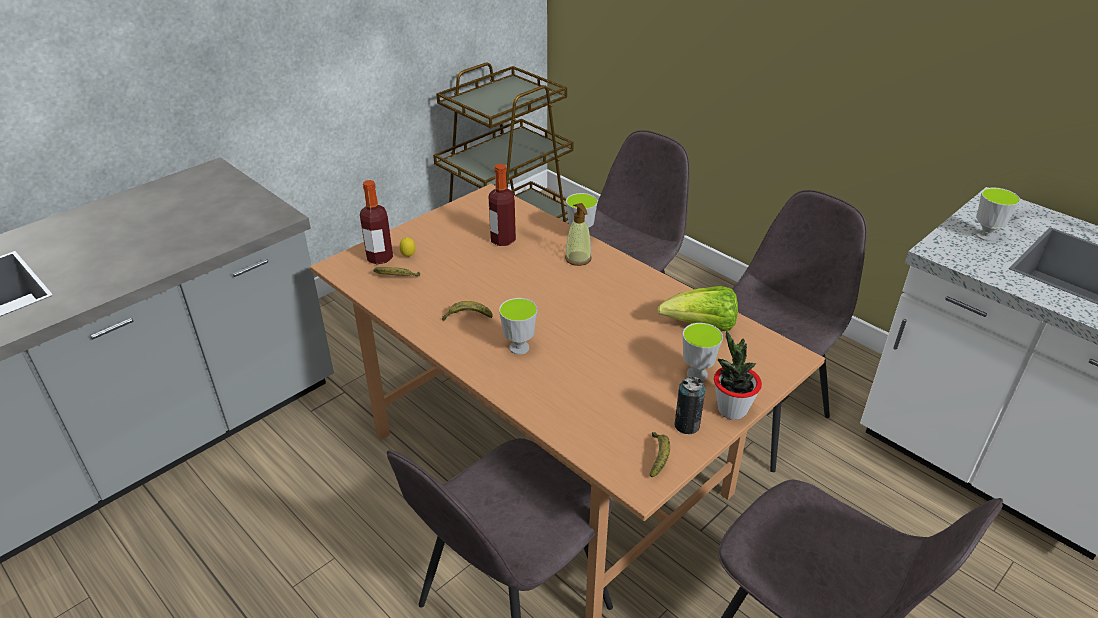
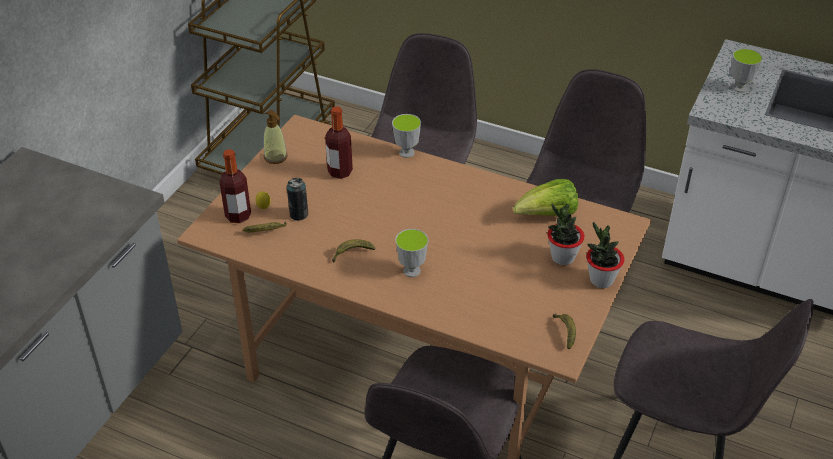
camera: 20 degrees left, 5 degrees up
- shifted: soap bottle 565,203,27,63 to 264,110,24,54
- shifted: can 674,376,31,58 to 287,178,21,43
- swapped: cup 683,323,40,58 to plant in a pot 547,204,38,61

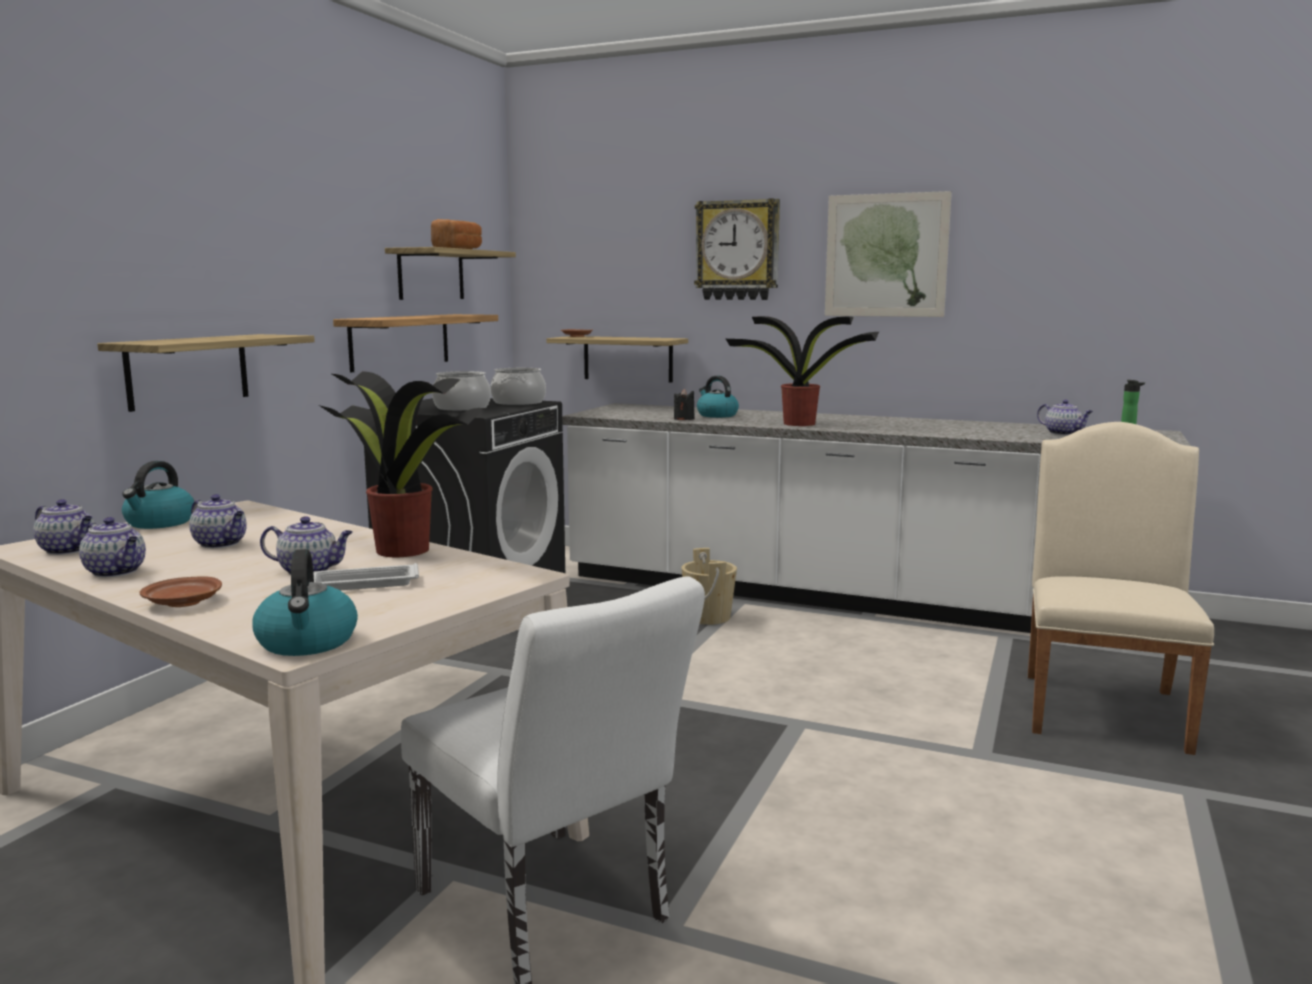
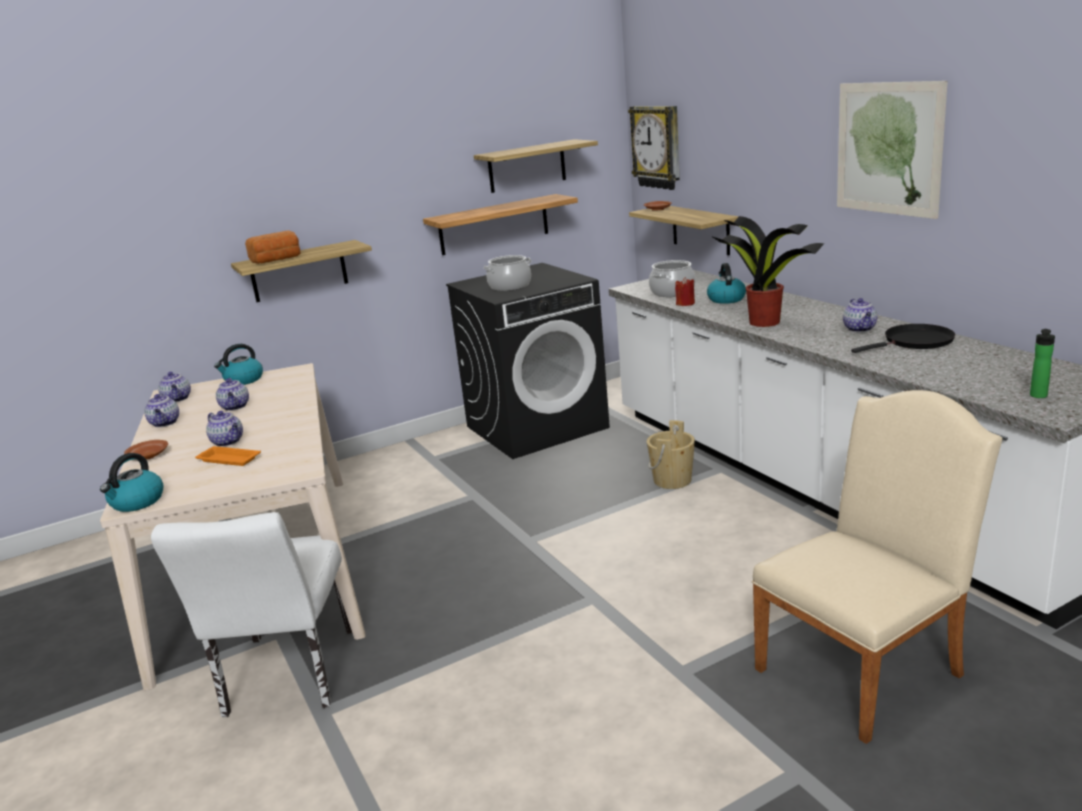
camera: 40 degrees right, 10 degrees up
- gone: plant in a pot 319,371,165,186
- new: black pan 851,324,104,29
- shifted: bread 431,219,51,30 to 245,230,55,34
- shifted: cooking pot 490,368,56,37 to 649,260,47,37
- shifted: wall clock 694,198,86,102 to 628,106,52,84
- shifted: tea pot 1037,400,56,35 to 843,298,34,34
- repainted: white-coloured tray 313,563,106,27 to orange-coloured tray 195,446,66,20
- repainted: black candle 674,389,21,31 to red-coloured candle 675,277,20,29

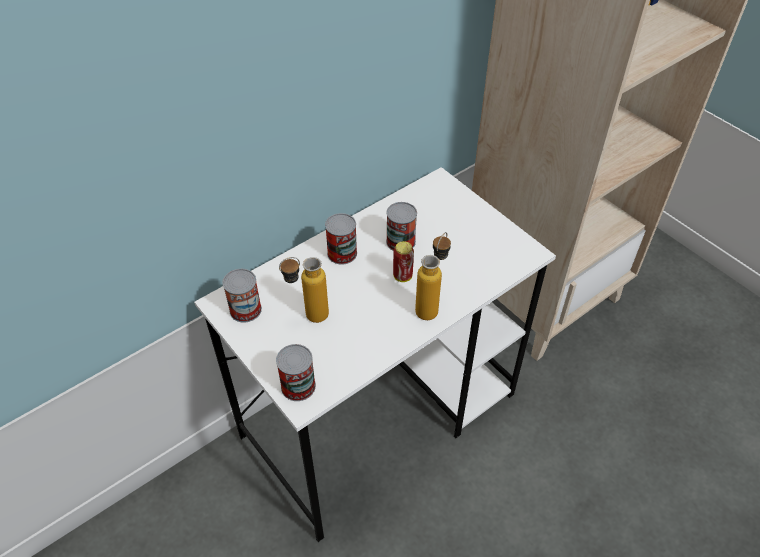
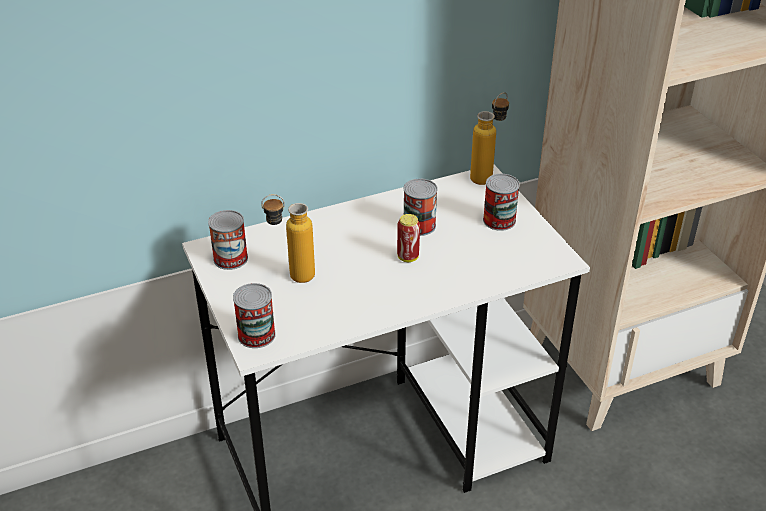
camera: 15 degrees right, 10 degrees down
- shifted: can 325,213,32,52 to 483,174,37,57
- shifted: bottle 415,232,36,88 to 470,92,39,93

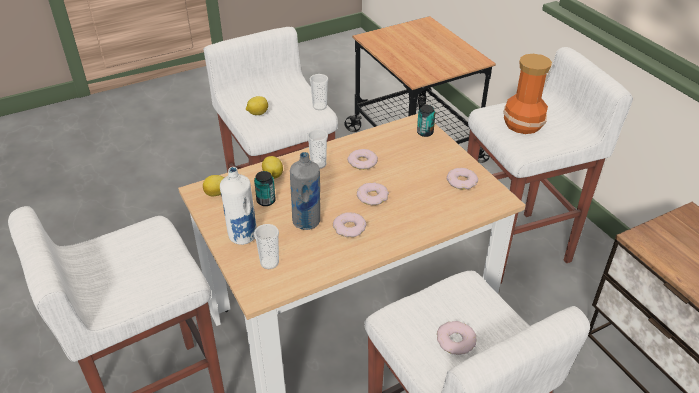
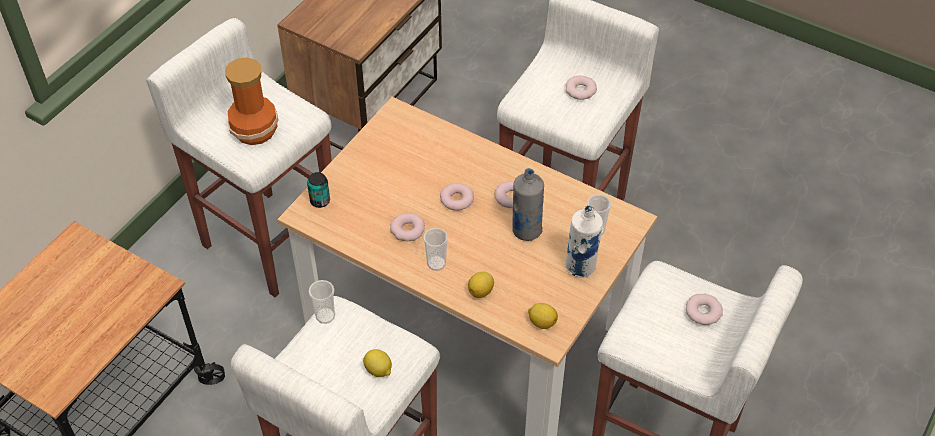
camera: 120 degrees left, 10 degrees up
- gone: can 254,171,22,35
- shifted: doughnut 447,168,31,22 to 686,293,37,32

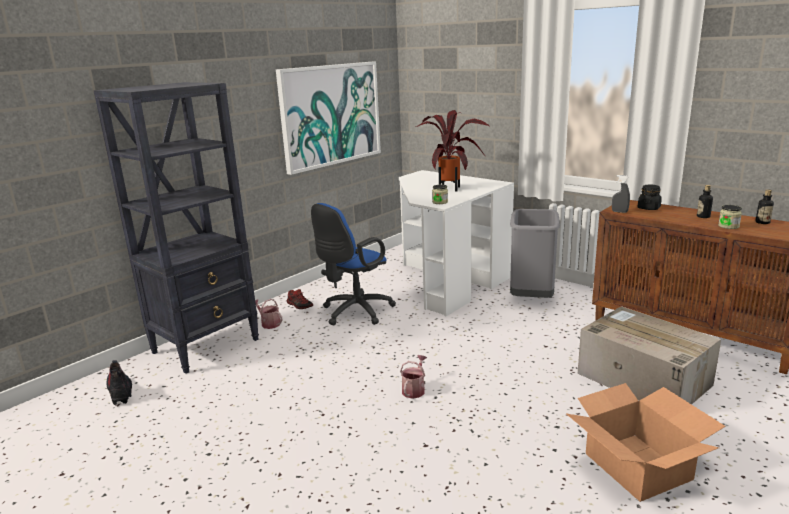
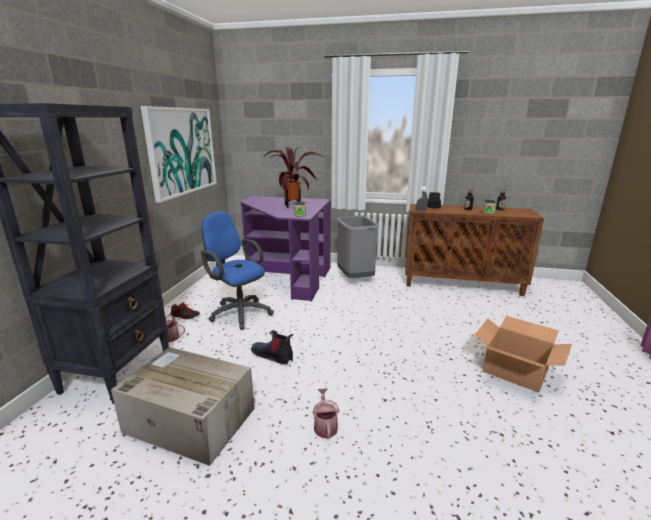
camera: 30 degrees left, 0 degrees up
- shifted: high-top boot 106,360,26,45 to 251,330,42,34
- shifted: watering can 400,355,27,44 to 312,388,27,51
- shifted: carton 578,306,143,99 to 111,347,143,119
- repainted: white-coloured desk table 399,170,115,146 to purple desk table 241,196,90,106
- rotated: blue desk chair 311,203,85,122 = 201,211,73,119 120 degrees clockwise

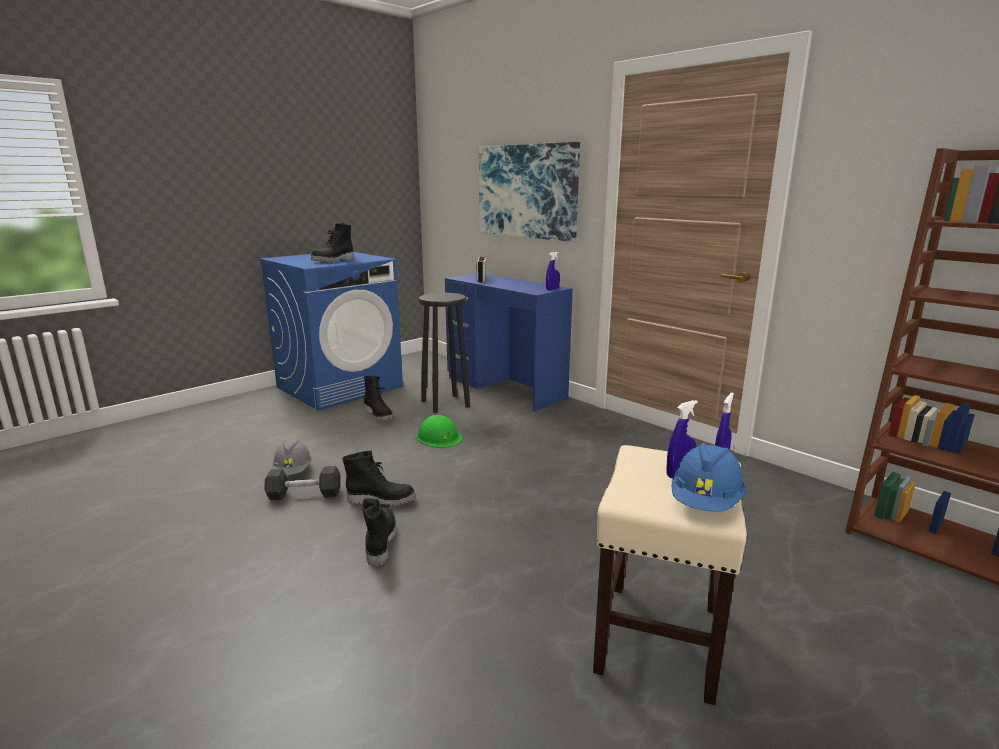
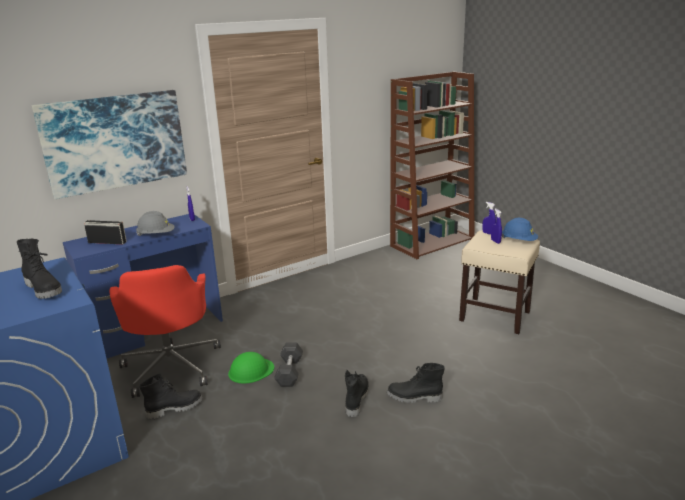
camera: 80 degrees left, 5 degrees up
- shifted: grey free weight 265,466,75,34 to 274,343,29,44
- shifted: grey hard hat 272,440,40,35 to 136,211,39,25
- swapped: black sitting stool 419,293,51,120 to red-coloured desk chair 109,265,112,133

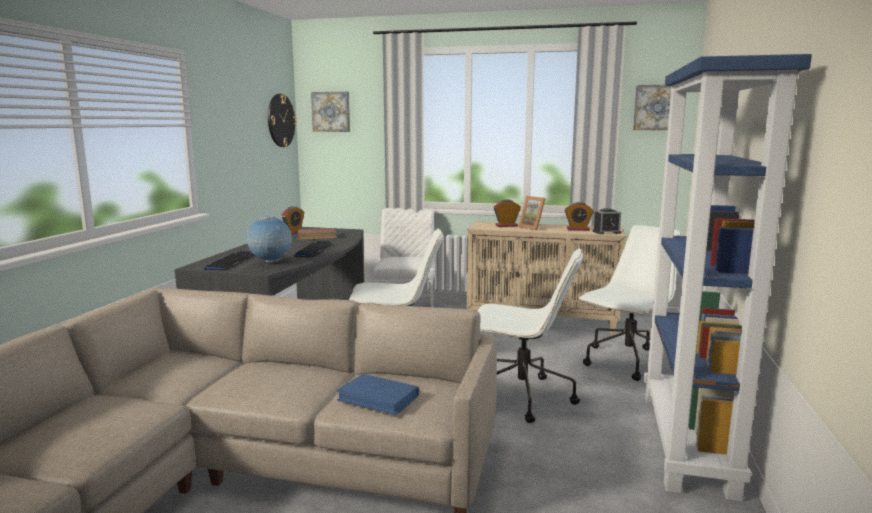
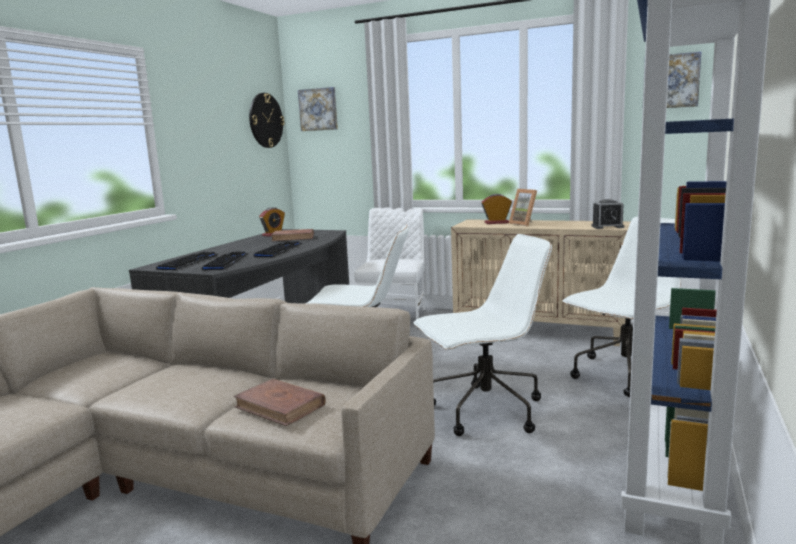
camera: 10 degrees right, 0 degrees up
- gone: alarm clock 565,202,29,29
- swapped: desk globe 247,216,46,47 to keyboard 202,251,46,19
- repainted: blue book 337,374,82,42 to brown-coloured book 233,379,93,47
- rotated: white-coloured desk chair 477,248,106,175 = 413,234,139,202 45 degrees counterclockwise

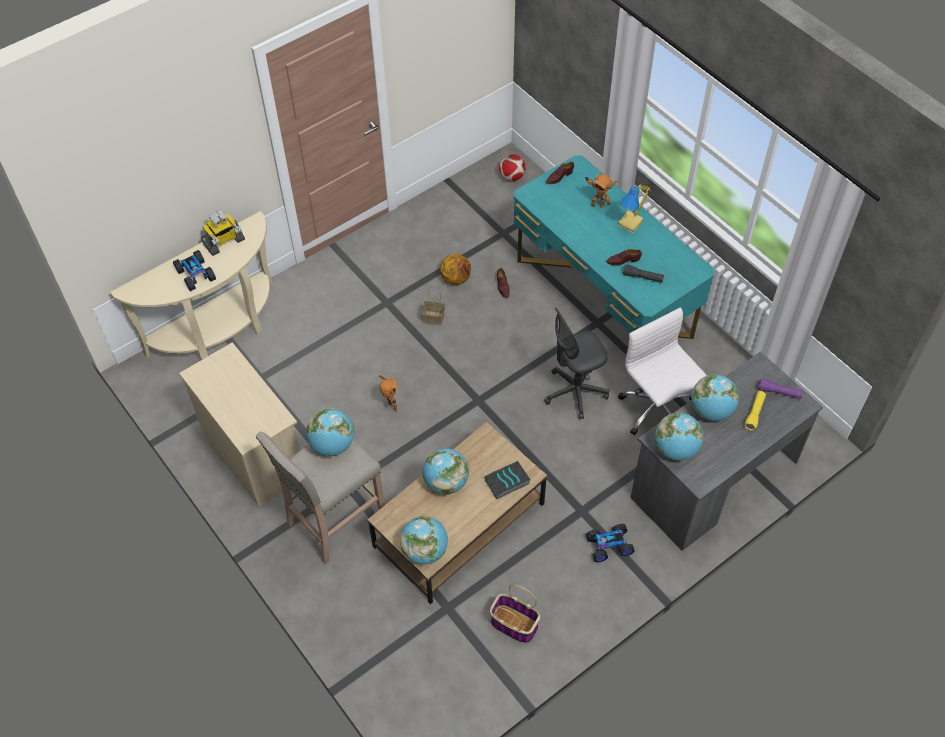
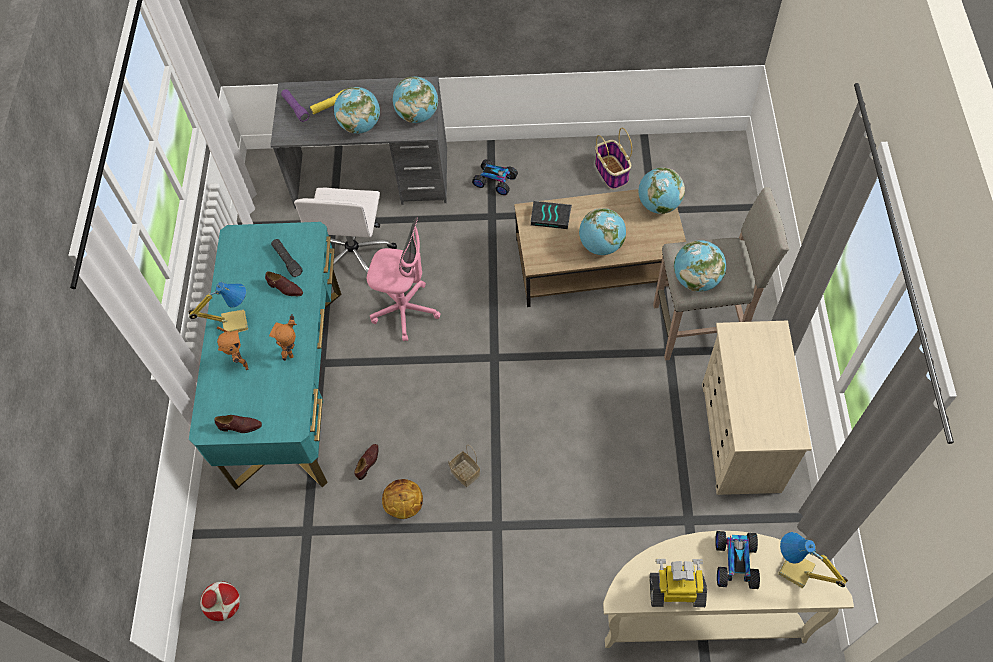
camera: 140 degrees left, 5 degrees up
- new: table lamp 778,532,70,57
- shifted: model robot 379,375,19,37 to 269,314,28,47
- repainted: grey desk chair 544,308,65,111 to pink-coloured desk chair 367,217,74,124

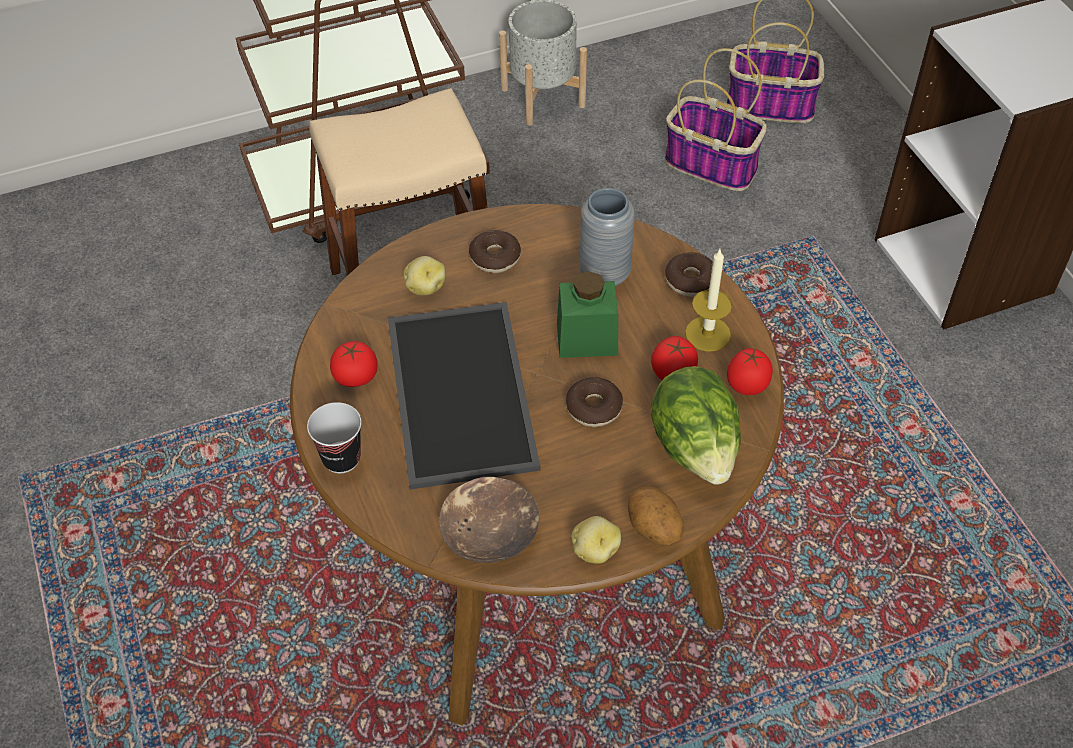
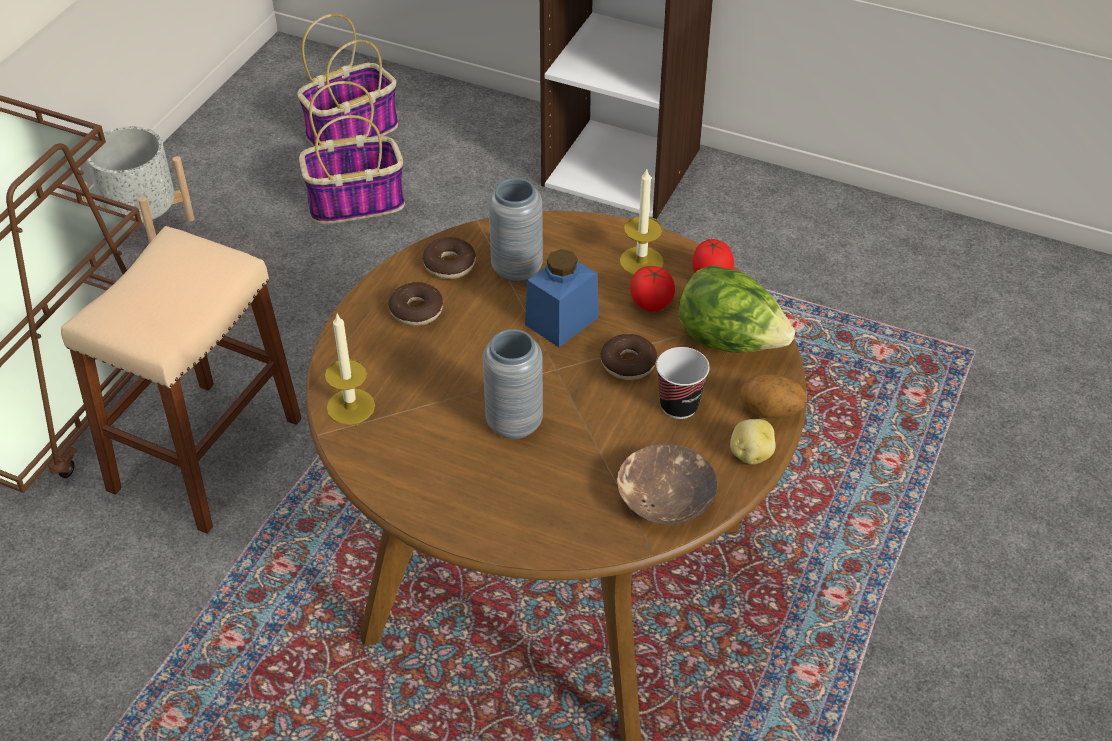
camera: 45 degrees left, 5 degrees down
- gone: fresh tomato 330,341,48,46
- gone: whole potato 403,256,42,39
- new: candle 325,314,50,111
- shifted: cup 307,402,55,71 to 656,347,54,72
- shifted: doughnut 665,252,48,45 to 422,237,54,42
- swapped: tray 388,302,152,187 to grey flower vase 483,329,60,110
- repainted: green-coloured storage jar 557,271,61,87 to blue storage jar 525,249,74,98

